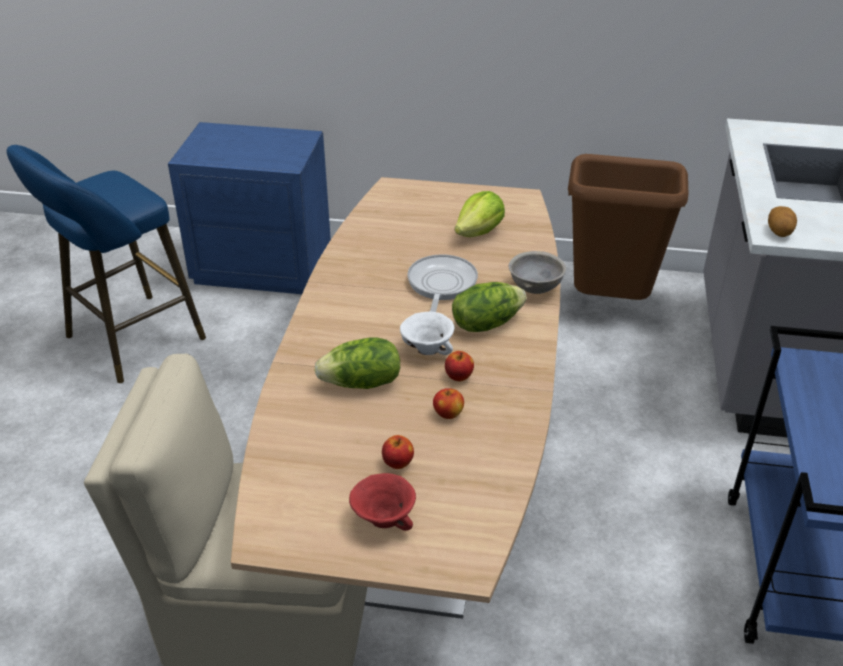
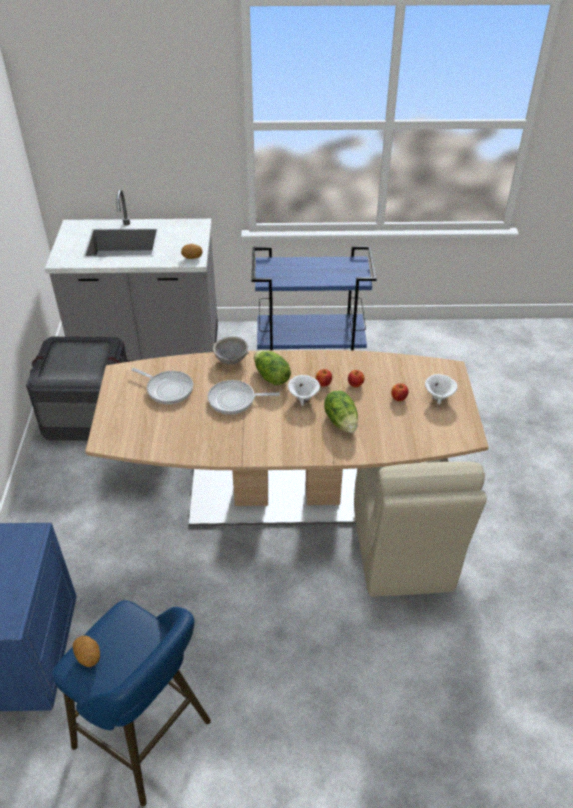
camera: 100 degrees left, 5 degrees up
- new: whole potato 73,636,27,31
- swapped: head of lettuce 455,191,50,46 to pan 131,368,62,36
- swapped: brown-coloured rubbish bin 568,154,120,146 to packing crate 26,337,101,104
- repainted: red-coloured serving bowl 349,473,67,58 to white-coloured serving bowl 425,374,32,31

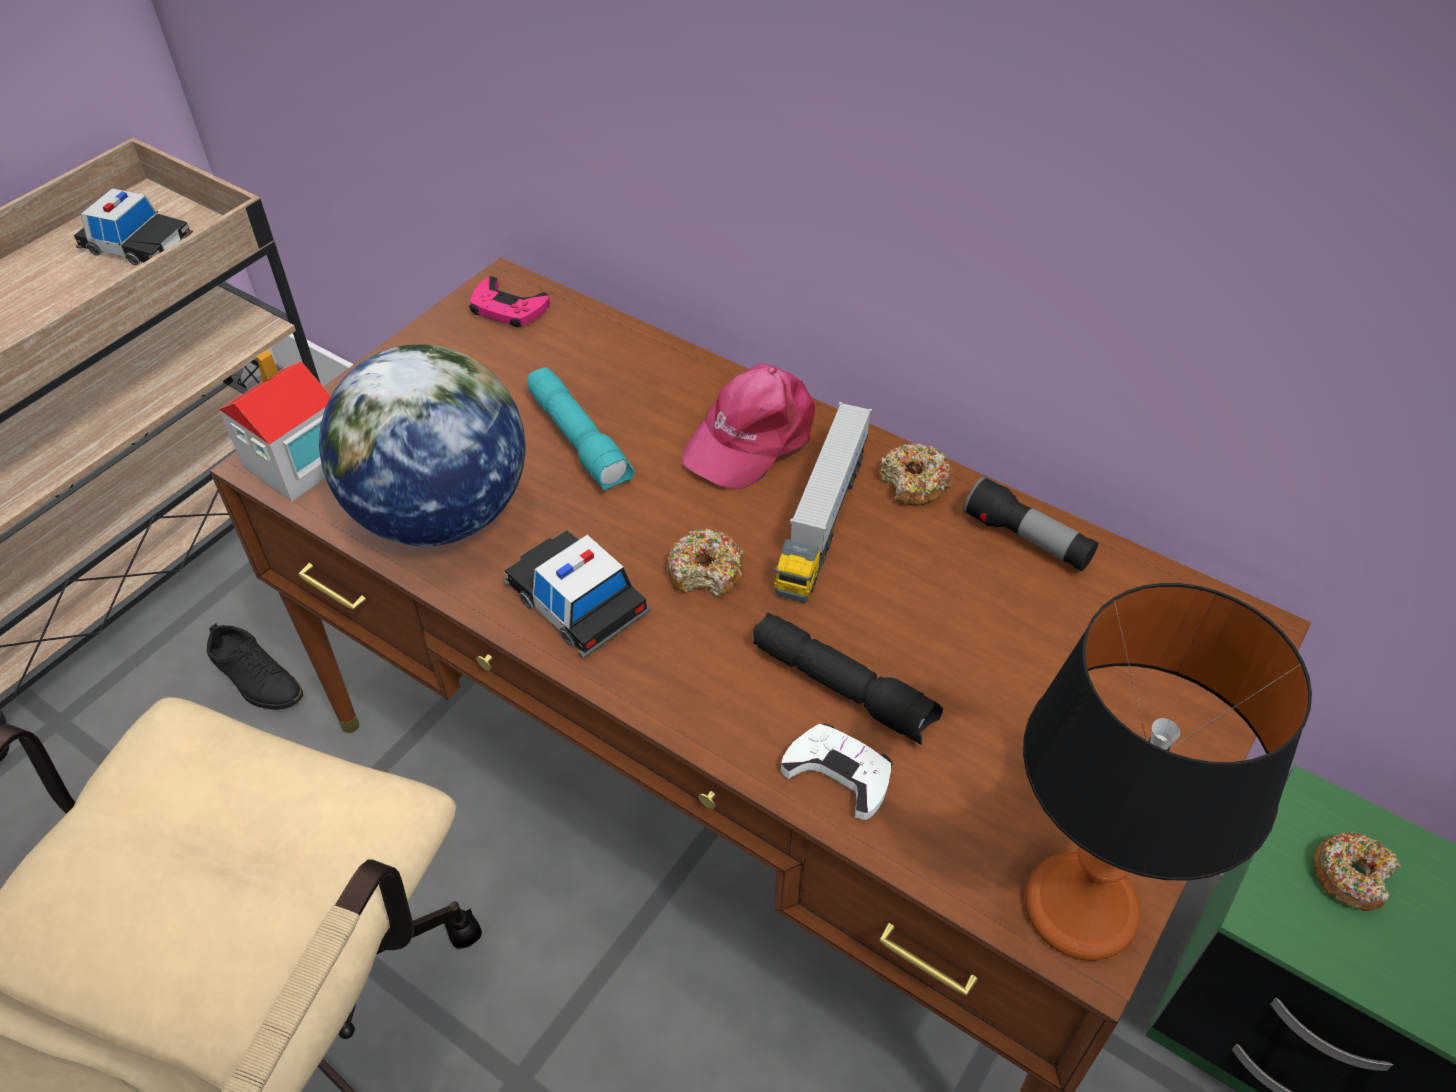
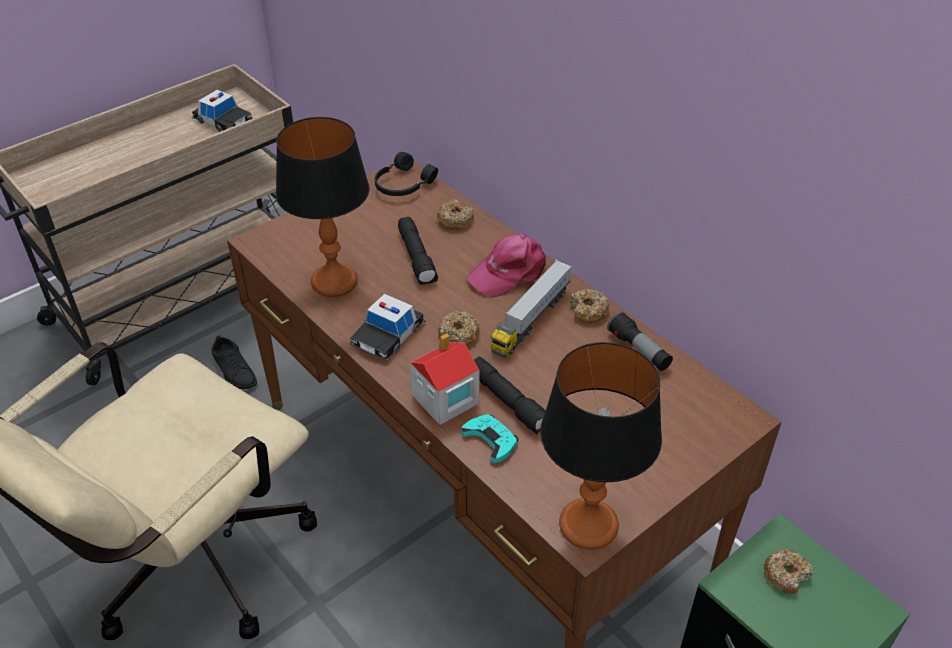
camera: 15 degrees right, 5 degrees down
- new: doughnut 437,199,37,31
- shifted: toy house 219,349,112,153 to 410,333,69,92
- swapped: desk globe 319,344,206,203 to table lamp 276,117,94,180
- swapped: pink-coloured game controller 469,276,81,51 to black headset 375,152,63,44
- repainted: blue-green flashlight 527,367,107,124 to black flashlight 398,217,40,68
- repainted: white-coloured game controller 781,724,112,96 to blue-green game controller 461,414,57,49
- rotated: miniature car 503,530,148,128 = 349,294,77,67 120 degrees counterclockwise

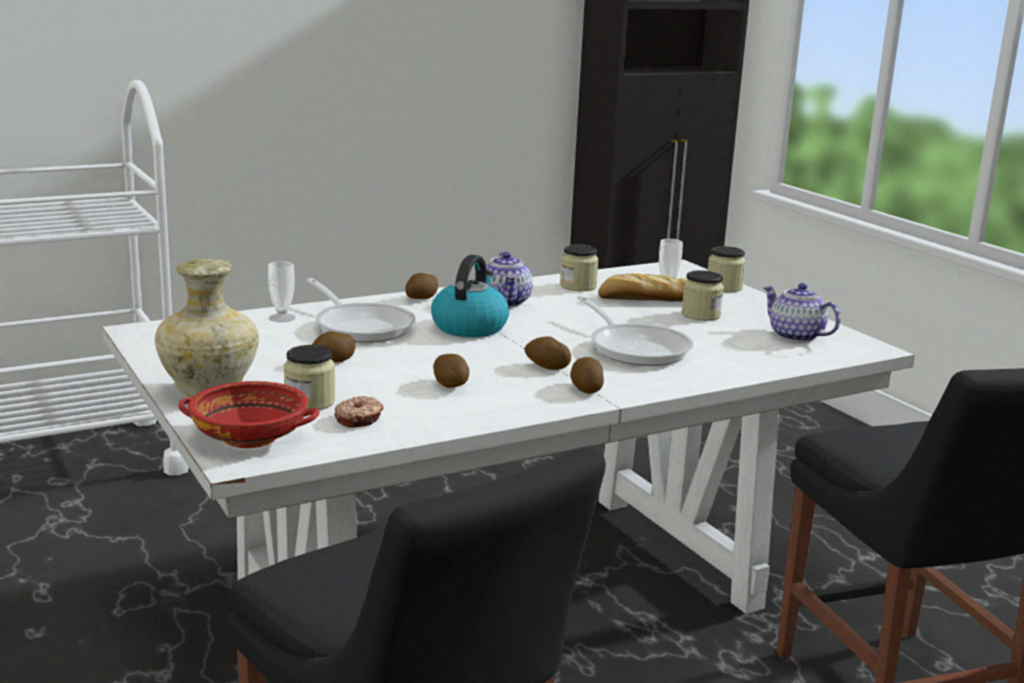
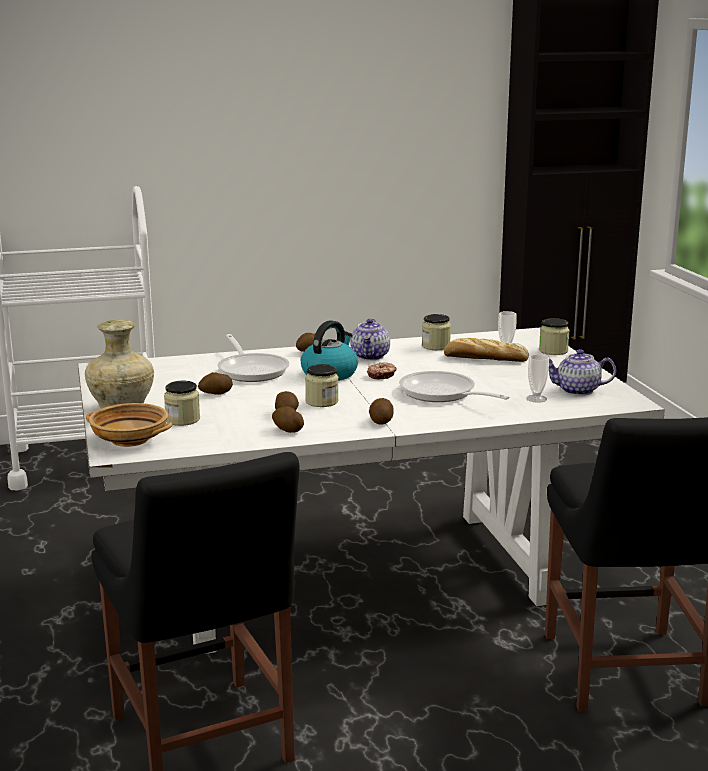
camera: 15 degrees right, 0 degrees up
- shifted: cup 268,261,28,61 to 526,354,23,49
- shifted: doughnut 334,396,50,32 to 367,362,30,18
- shifted: whole potato 525,336,46,34 to 272,406,32,27
- shifted: storage jar 681,270,43,51 to 305,364,34,43
- repainted: red-coloured serving bowl 178,381,142,67 to sand-coloured serving bowl 86,403,87,44
- rotated: pan 577,296,116,70 = 399,371,111,31 150 degrees clockwise
- rotated: tea pot 763,283,78,59 = 549,349,67,47 60 degrees counterclockwise

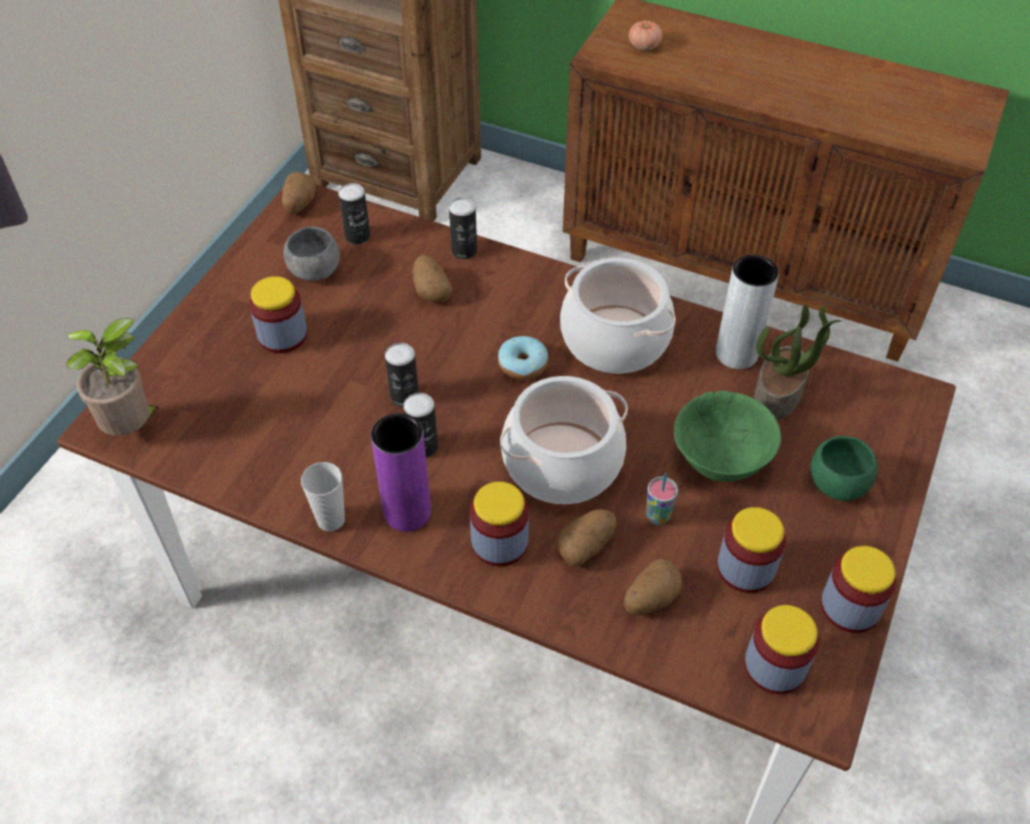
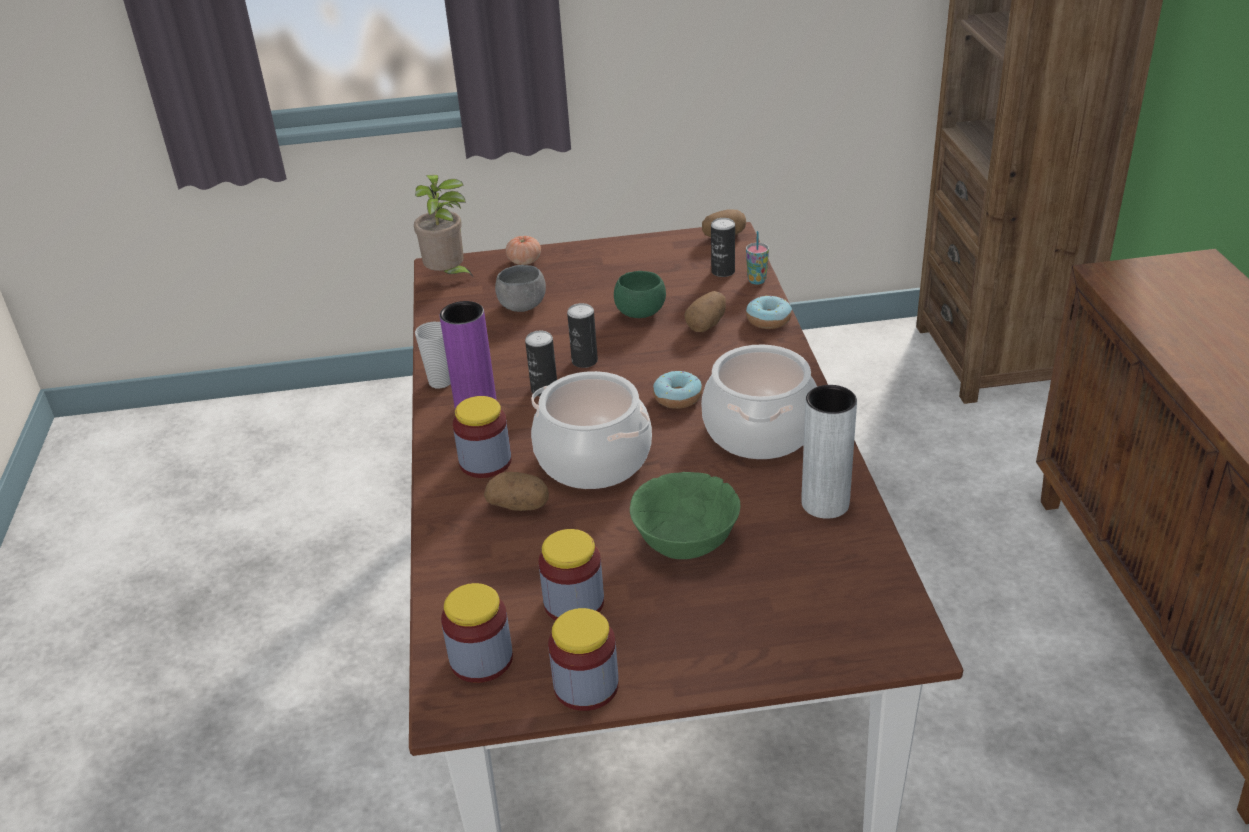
camera: 60 degrees right, 15 degrees down
- gone: storage jar 249,276,58,77
- gone: whole potato 624,559,58,56
- gone: plant in a pot 754,304,88,116
- shifted: grey serving bowl 284,227,56,54 to 495,265,51,47
- shifted: fresh tomato 629,21,33,29 to 506,236,35,29
- shifted: cup 646,473,32,52 to 746,231,23,54
- shifted: green-coloured serving bowl 810,436,67,65 to 614,271,52,47
- swapped: can 449,197,28,62 to doughnut 746,295,46,34

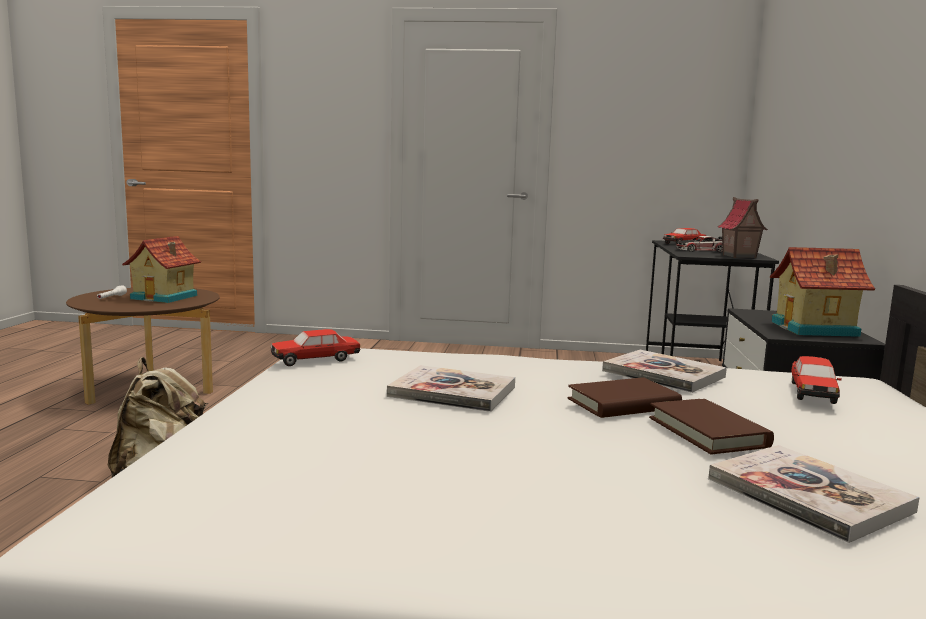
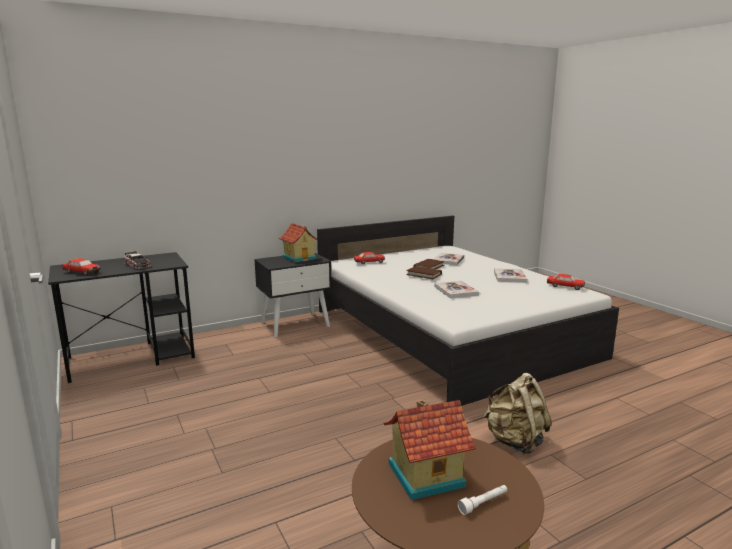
camera: 125 degrees left, 5 degrees up
- gone: toy house 718,197,50,61
- shifted: miniature car 271,329,89,37 to 547,274,38,16
- shifted: book 602,350,125,43 to 494,268,33,15

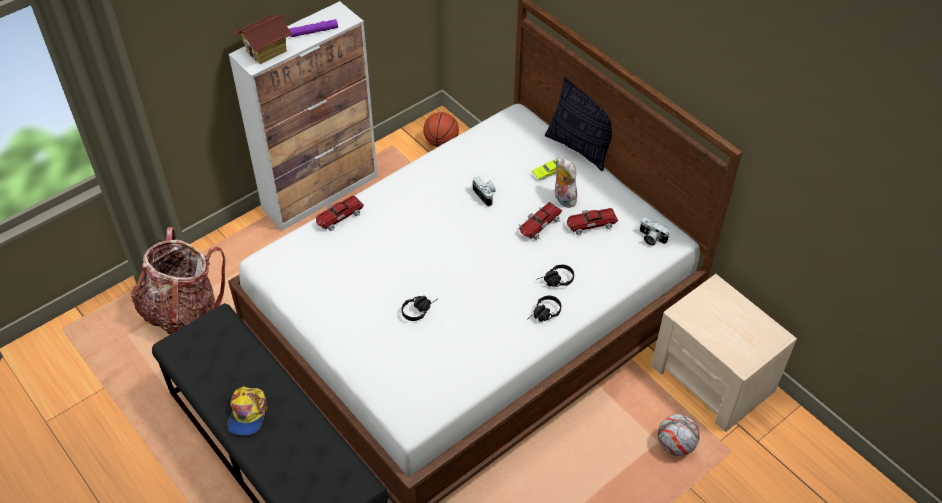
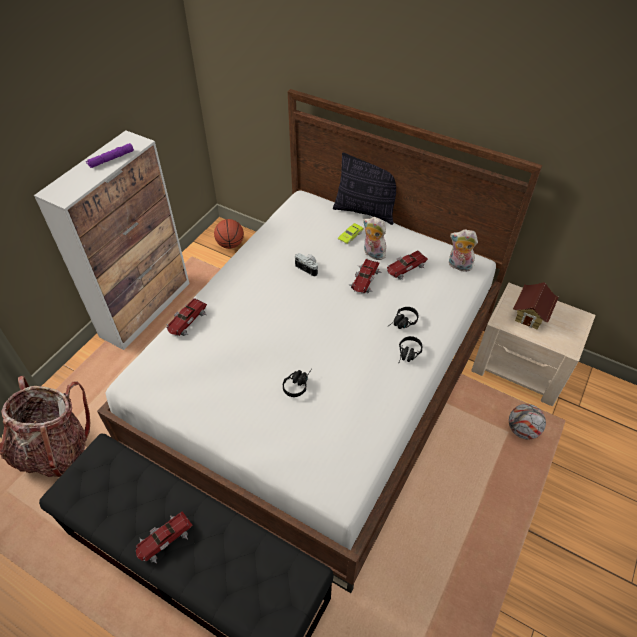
camera: 20 degrees left, 0 degrees up
- shifted: toy house 234,13,58,51 to 513,282,46,48
- swapped: cap 227,386,41,50 to miniature car 136,511,57,53
- swapped: still camera 640,218,30,28 to cuddly toy 449,229,29,43

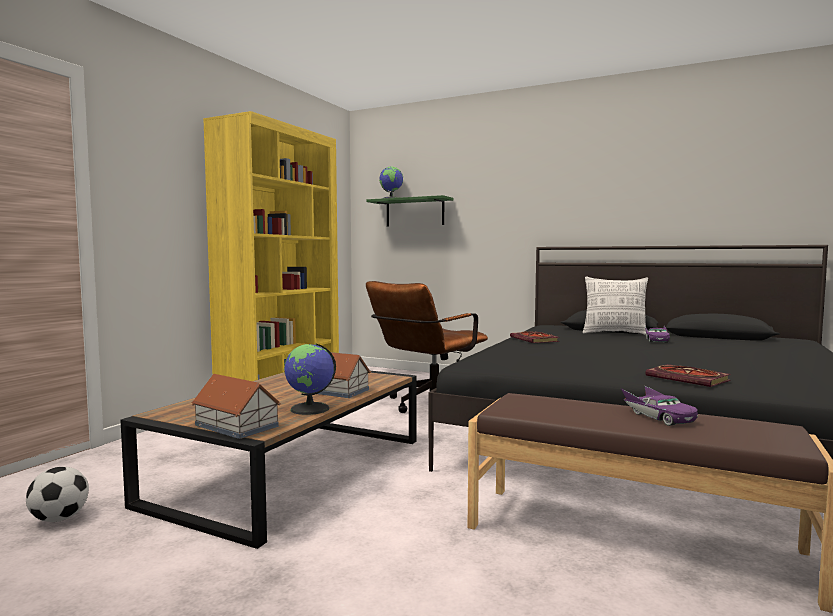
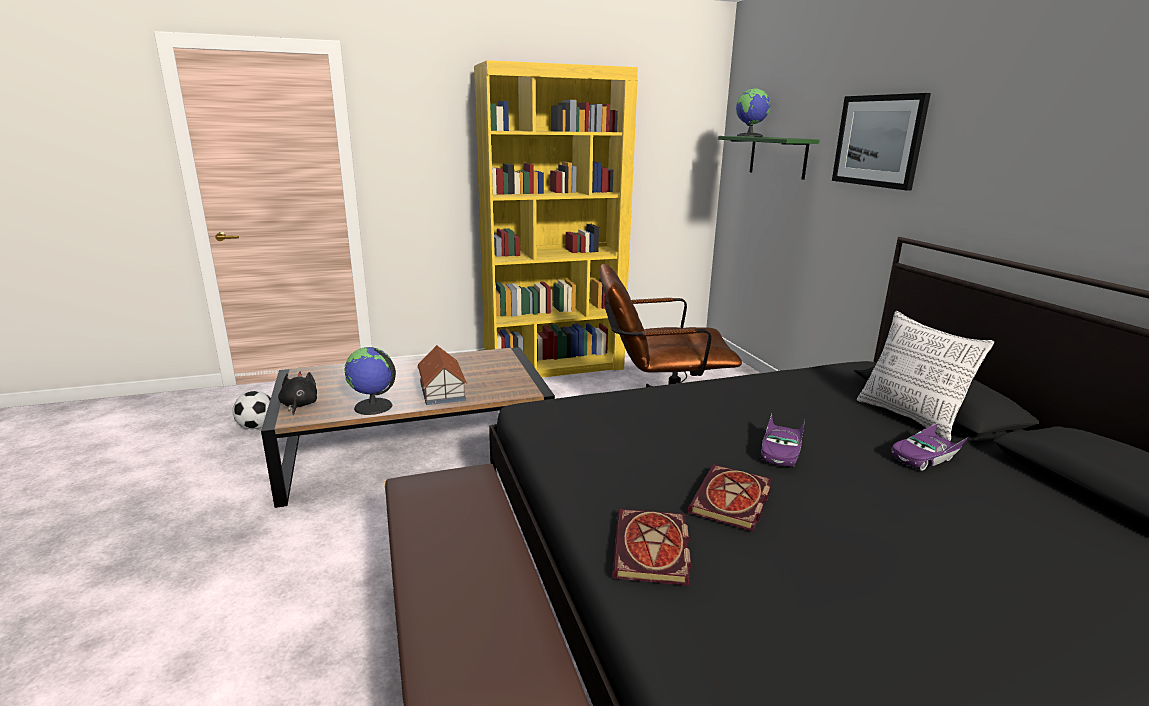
camera: 45 degrees right, 15 degrees up
- new: wall art 832,93,99,98
- shifted: book 510,331,49,12 to 688,465,84,66
- shifted: purple miniature car 621,386,77,40 to 761,414,44,54
- swapped: toy house 191,374,90,65 to black cuddly toy 278,372,39,43

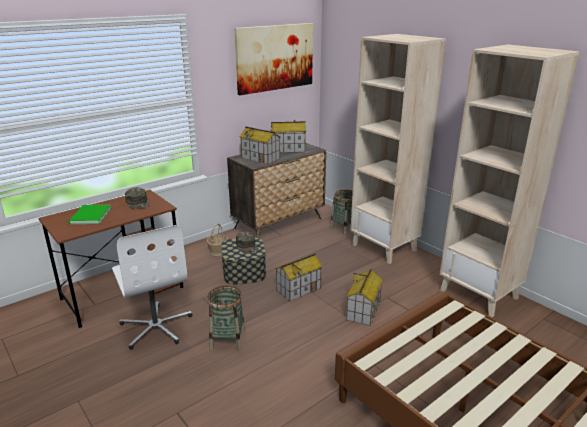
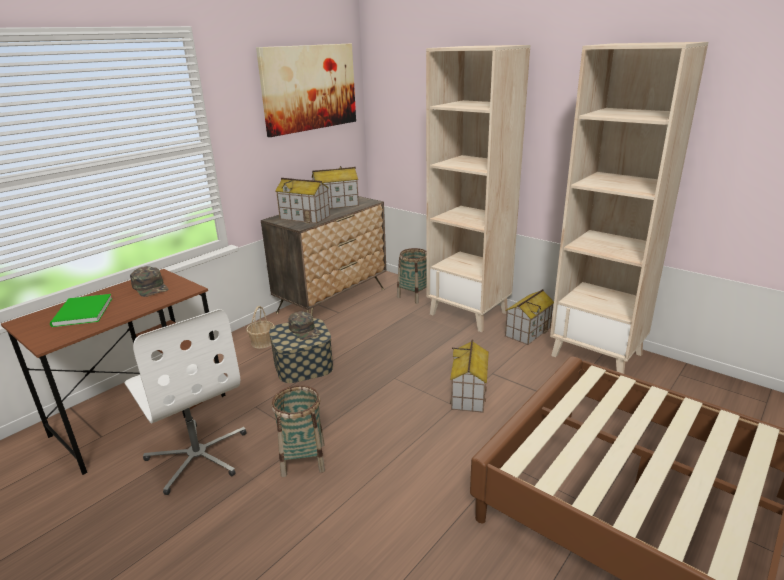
camera: 10 degrees left, 0 degrees up
- shifted: toy house 275,254,48,47 to 505,289,49,56

